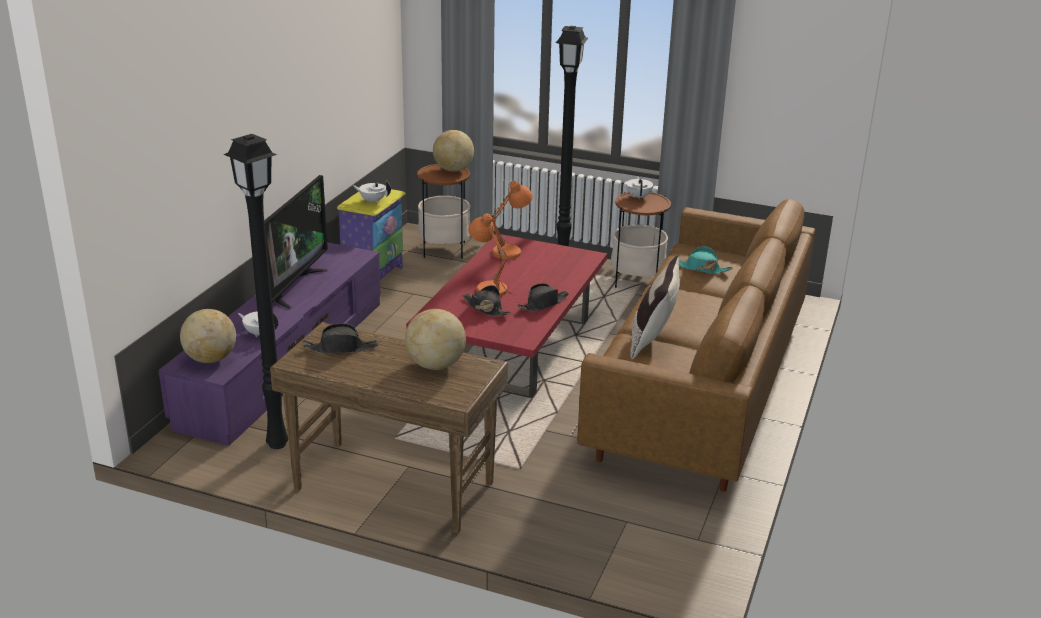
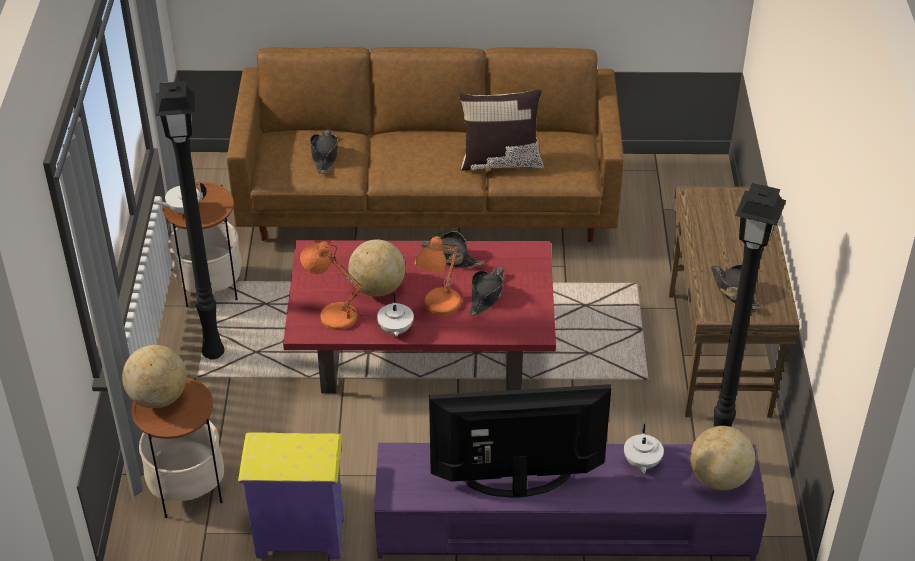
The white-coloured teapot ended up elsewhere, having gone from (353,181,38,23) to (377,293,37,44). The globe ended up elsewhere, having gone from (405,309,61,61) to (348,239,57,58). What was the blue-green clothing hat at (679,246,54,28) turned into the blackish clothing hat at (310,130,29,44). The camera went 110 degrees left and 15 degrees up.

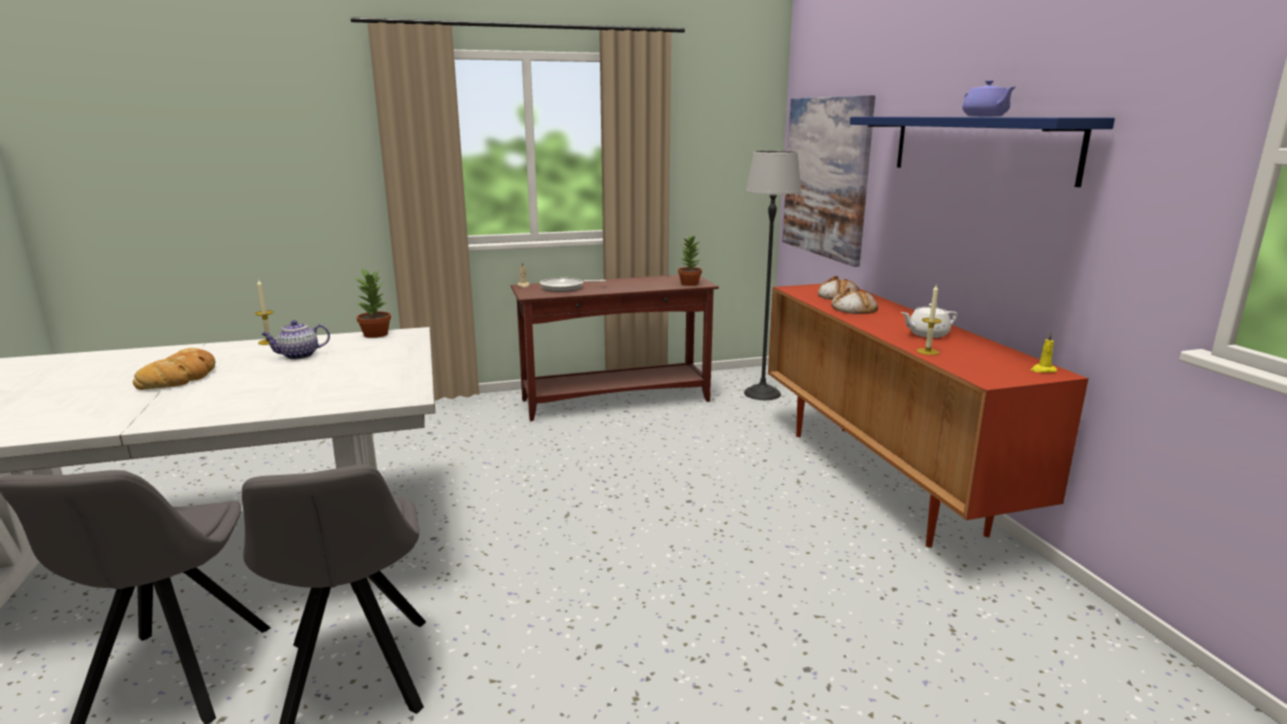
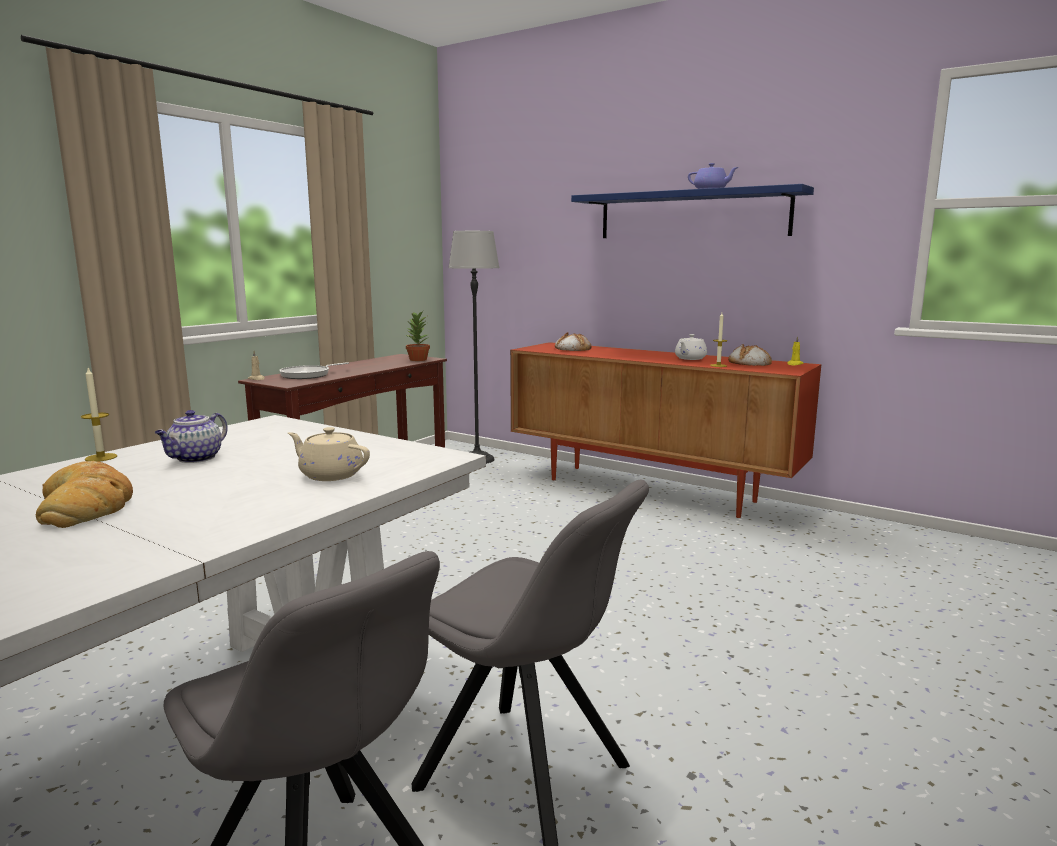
The second view lost the houseplant at (353,268,38,70). The second view lost the wall picture at (782,95,93,172). The bread ended up elsewhere, having gone from (831,287,47,27) to (728,344,44,22). The second view gained the sand-coloured teapot at (288,427,82,54). The camera went 40 degrees left and 5 degrees down.

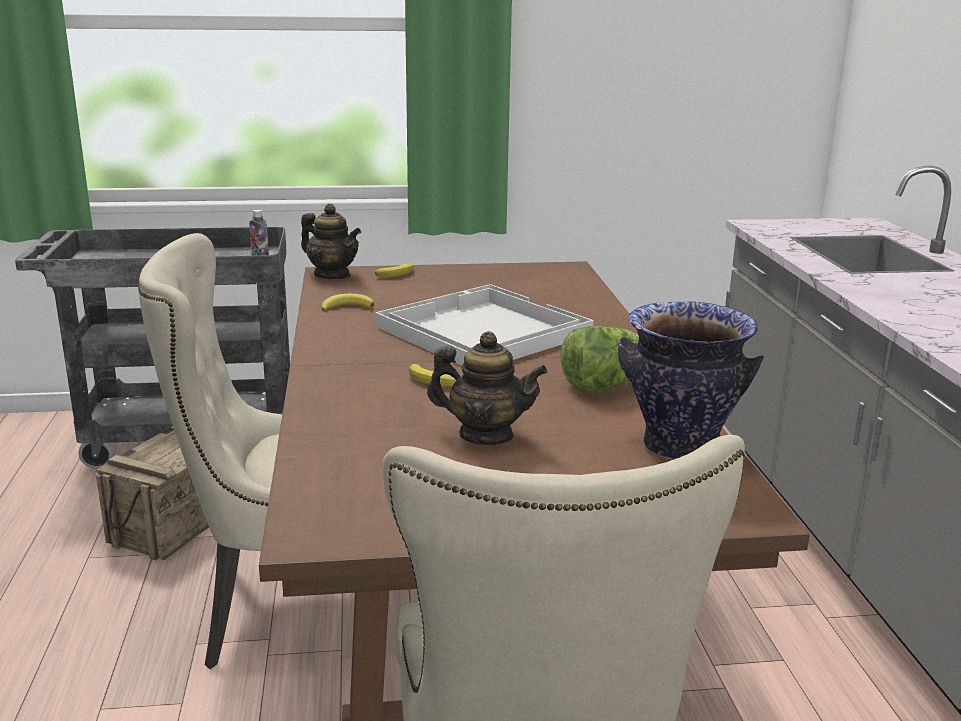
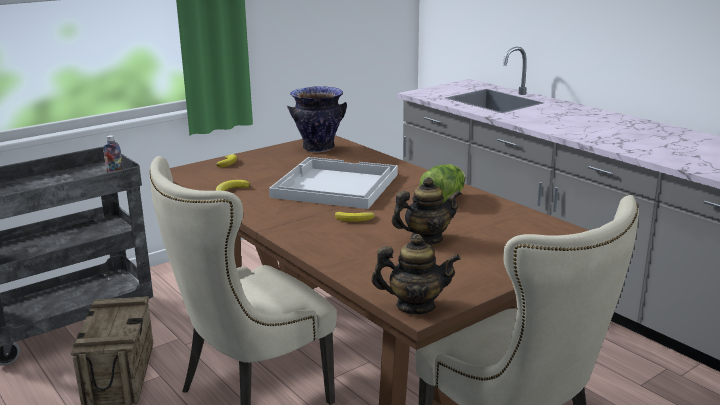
The teapot ended up elsewhere, having gone from (301,204,60,75) to (371,234,90,81). The vase ended up elsewhere, having gone from (618,301,146,159) to (287,86,60,66). The camera went 30 degrees left and 0 degrees up.

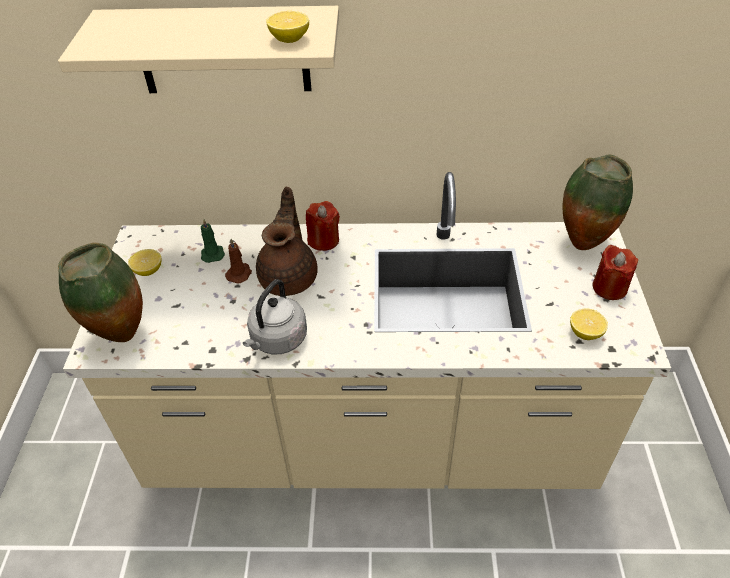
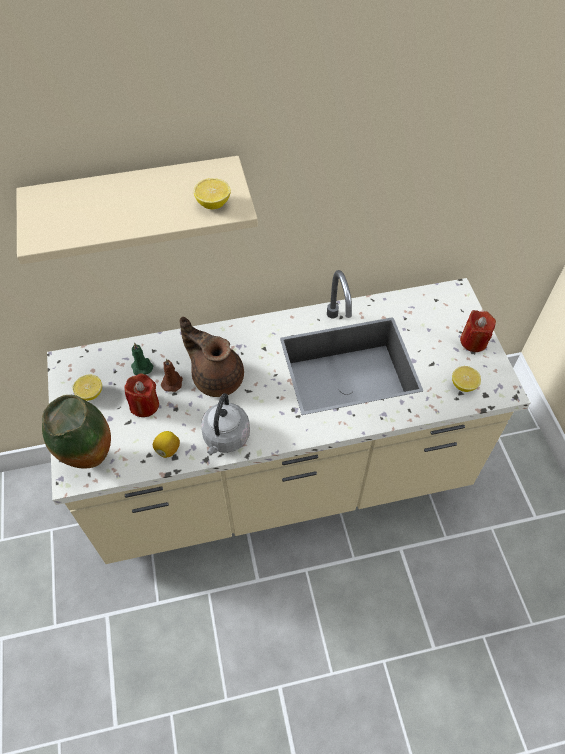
The brownish teapot at (256,187,62,109) ended up facing another way, 45 degrees counterclockwise from before. The red wax light ended up elsewhere, having gone from (306,201,34,50) to (124,373,35,44). The second view lost the vase at (563,154,70,96). The second view gained the whole lemon at (153,431,27,27). The camera went 15 degrees left and 10 degrees up.

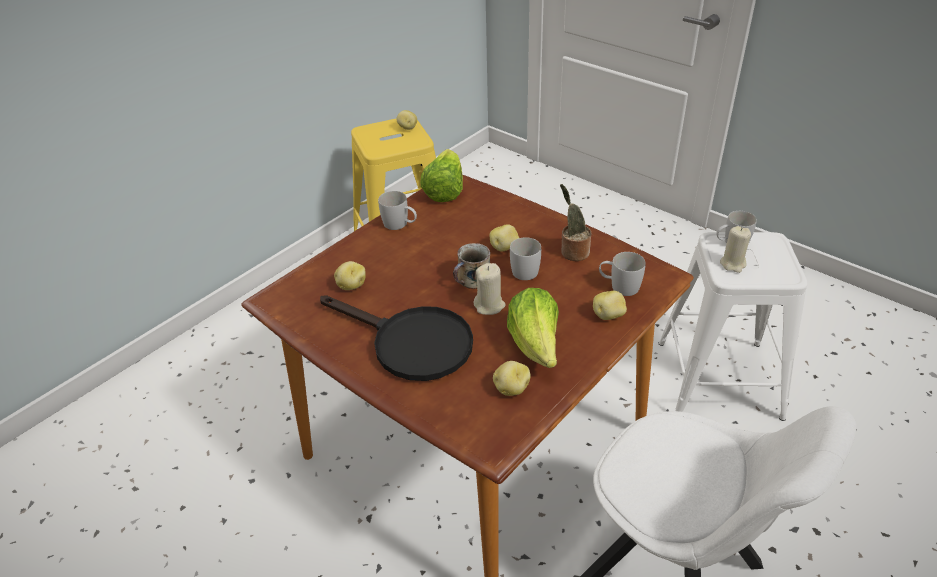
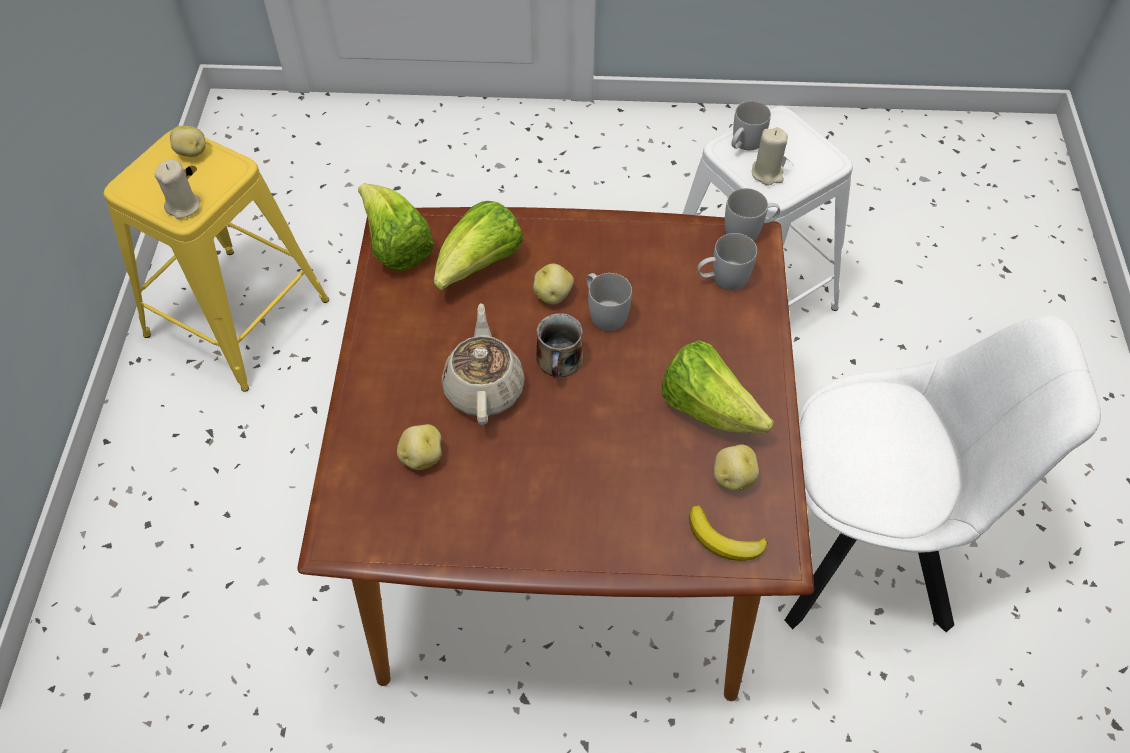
The second view lost the blackish frying pan at (320,295,153,86). The white-coloured coffee mug ended up elsewhere, having gone from (378,191,39,39) to (725,188,55,53). The sand-coloured wax light ended up elsewhere, having gone from (474,263,31,52) to (154,159,47,60). The second view lost the houseplant at (560,184,31,77). The second view lost the potato at (593,291,34,29). The second view gained the lettuce head at (434,201,90,89). The second view gained the sand-coloured teapot at (442,303,83,122). The second view gained the whole banana at (689,505,79,56). The camera went 40 degrees left and 15 degrees up.

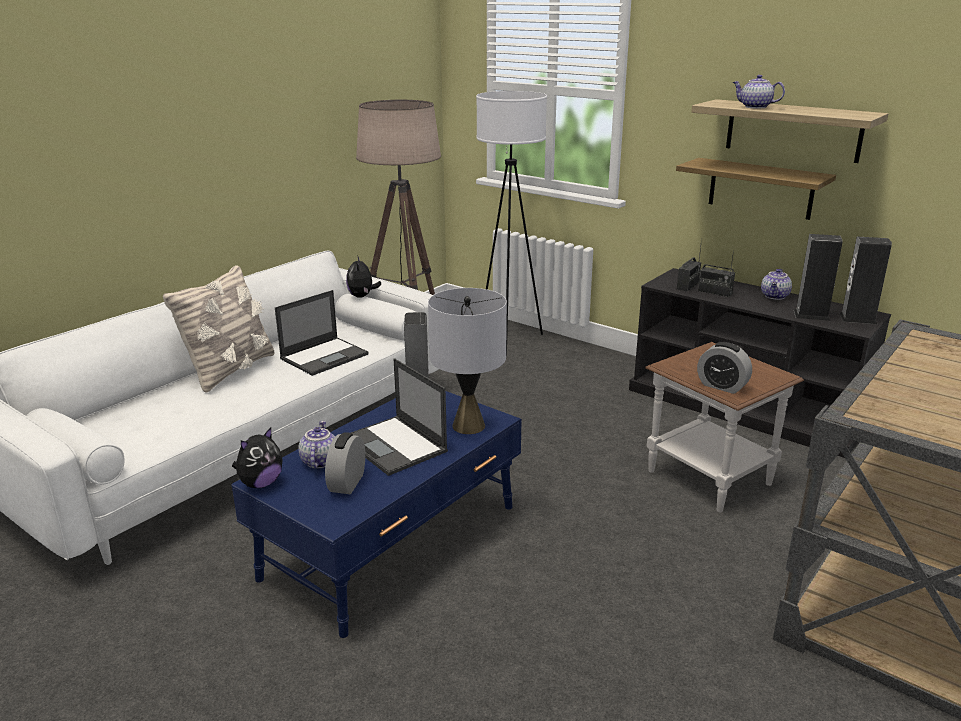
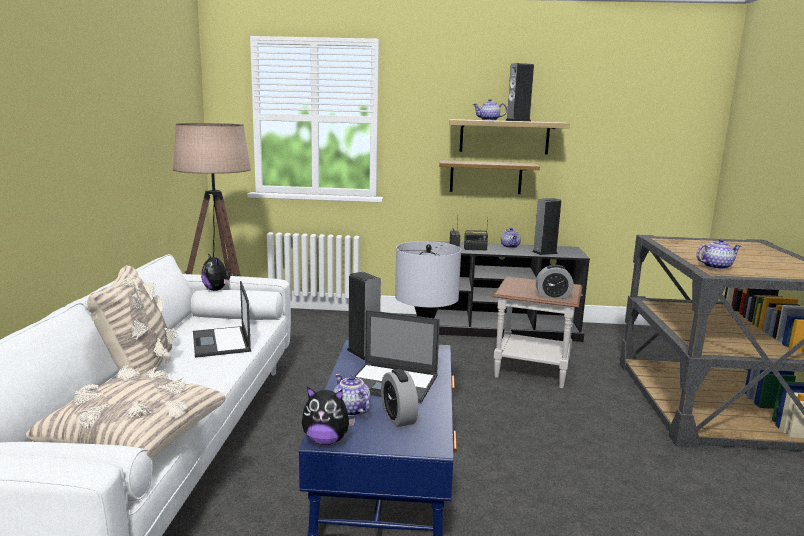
The cuddly toy at (232,428,51,60) ended up facing another way, 90 degrees clockwise from before. The laptop at (275,290,94,86) ended up facing another way, 150 degrees clockwise from before. The second view lost the white-coloured standard lamp at (476,91,71,266). The audio speaker ended up elsewhere, having gone from (839,236,53,88) to (505,63,29,59). The second view gained the sand-coloured pillow at (25,365,201,93). The second view gained the teapot at (696,238,45,32). The camera went 35 degrees left and 10 degrees down.

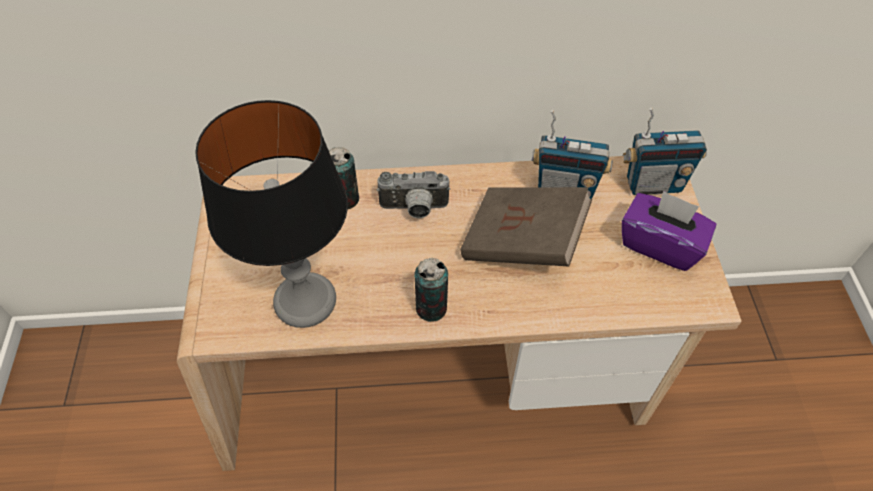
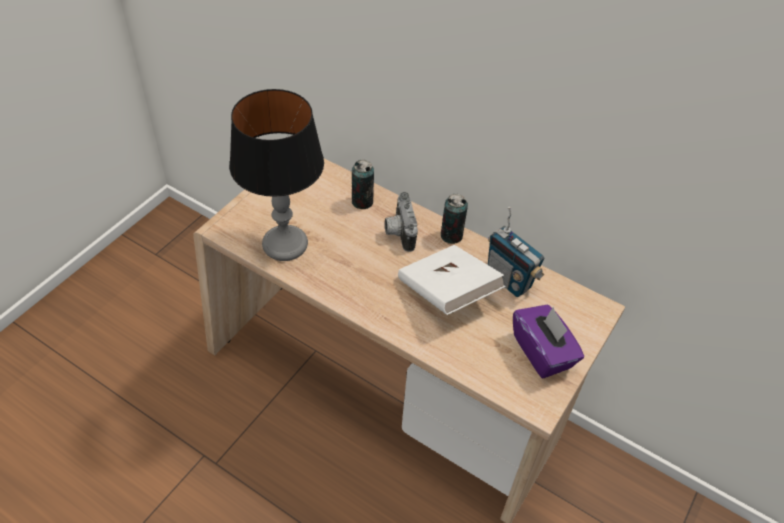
The still camera at (377,171,73,48) ended up facing another way, 45 degrees clockwise from before. The metal can ended up elsewhere, having gone from (414,258,34,64) to (441,194,27,50). What was the brownish volume at (460,187,132,79) turned into the white-coloured volume at (398,245,108,70). The second view lost the radio receiver at (623,107,84,88). The camera went 35 degrees right and 5 degrees down.

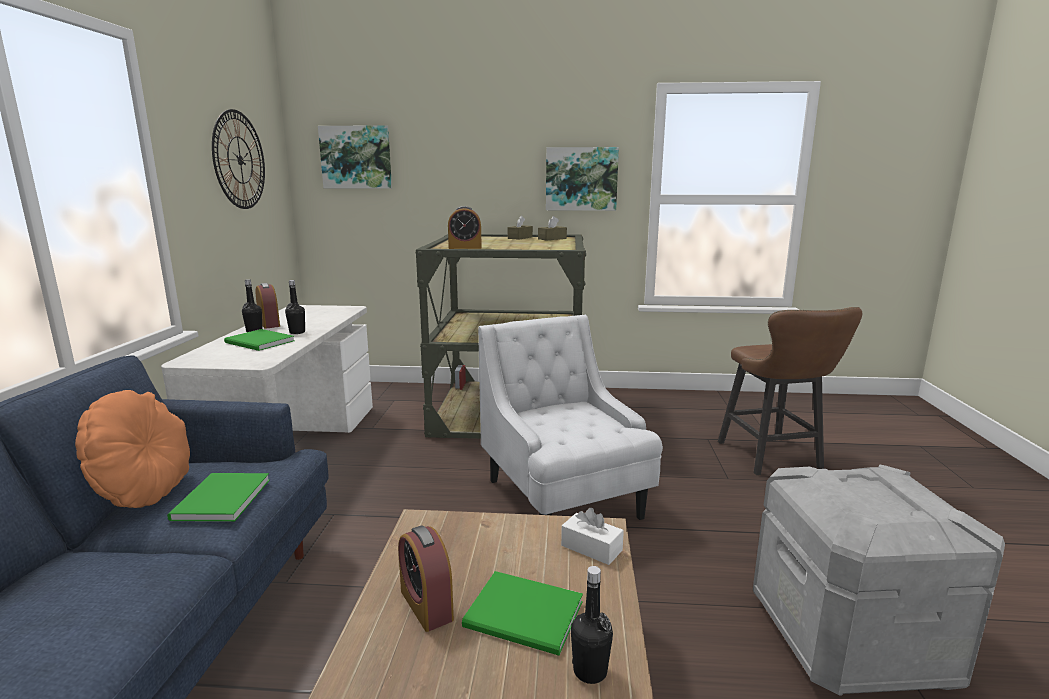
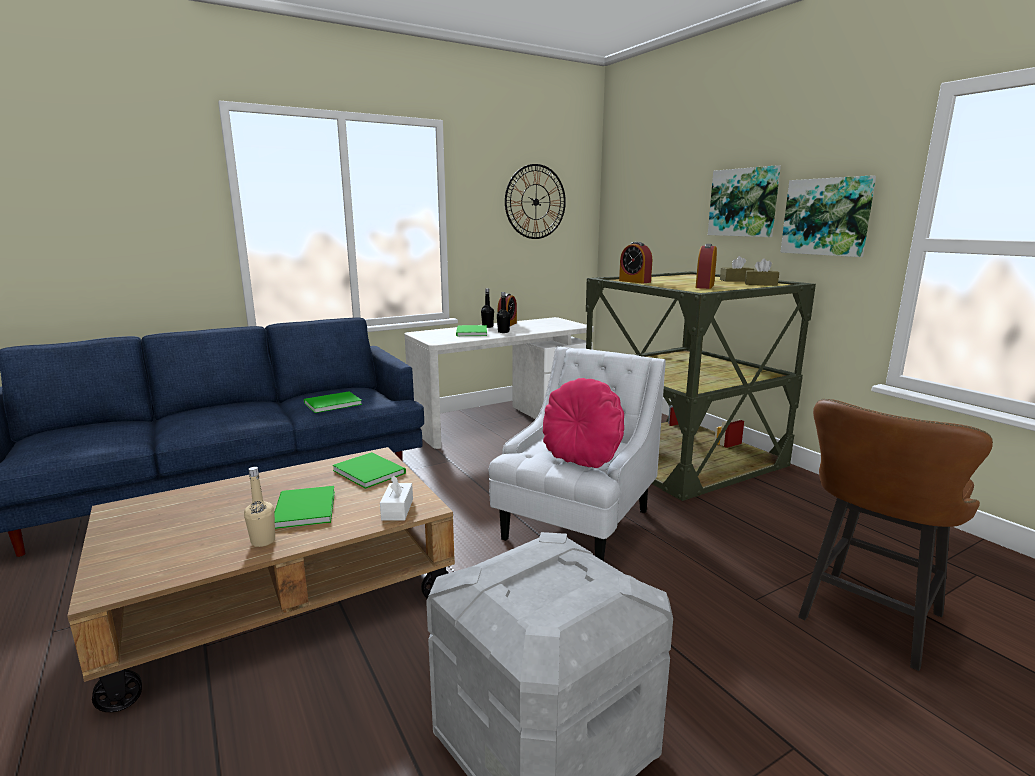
The second view lost the orange pillow at (75,390,115,118). The wall picture ended up elsewhere, having gone from (318,125,74,64) to (708,165,73,72). The alarm clock ended up elsewhere, having gone from (398,525,56,107) to (696,244,21,45). What was the blackish drink bottle at (571,566,42,118) turned into the sand-coloured drink bottle at (244,467,31,80). The second view gained the green-coloured volume at (333,452,73,37). The second view gained the pink-coloured pillow at (543,378,81,90). The camera went 55 degrees right and 0 degrees up.

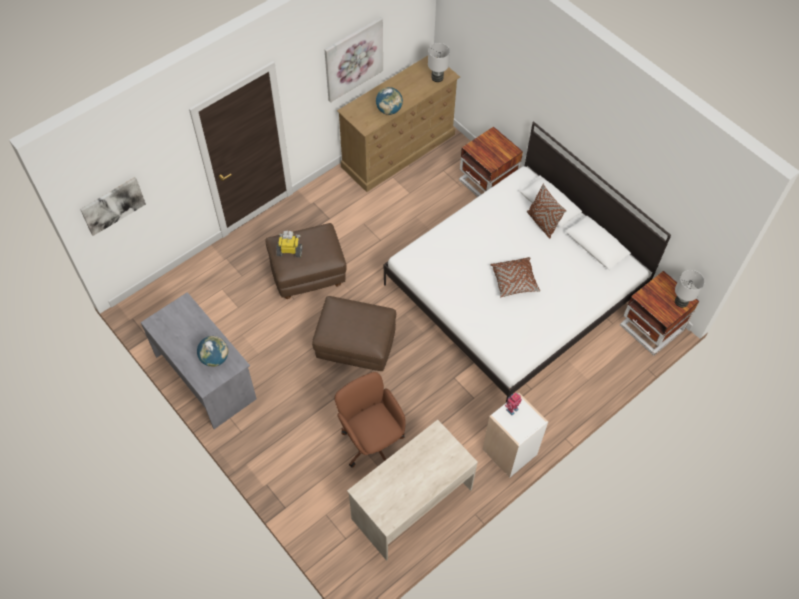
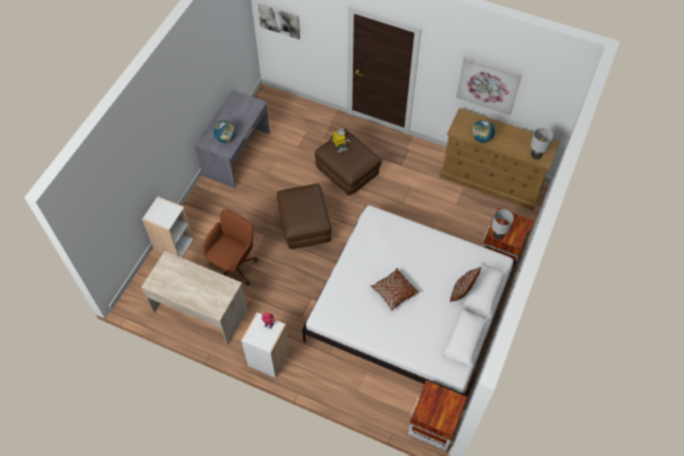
The gray table lamp ended up elsewhere, having gone from (675,270,30,38) to (492,209,22,30). The second view gained the bookcase at (142,197,52,61). The camera went 65 degrees right and 0 degrees up.

